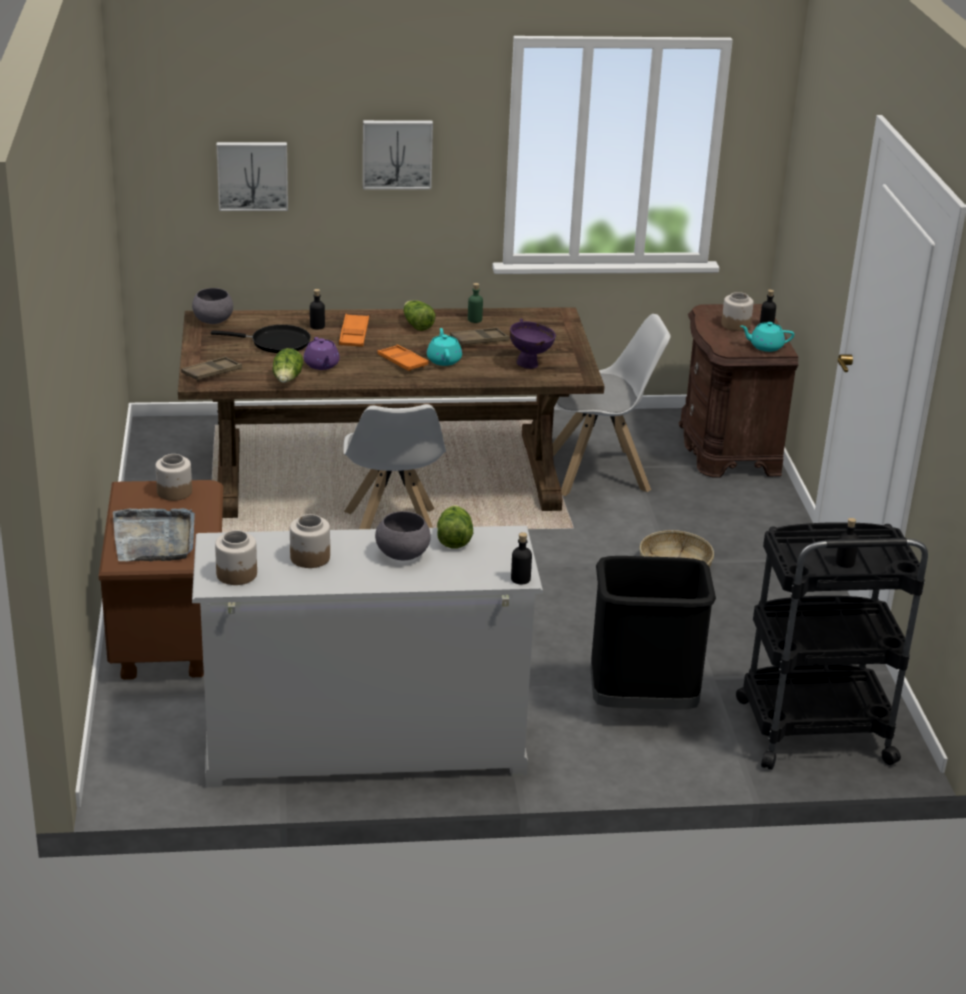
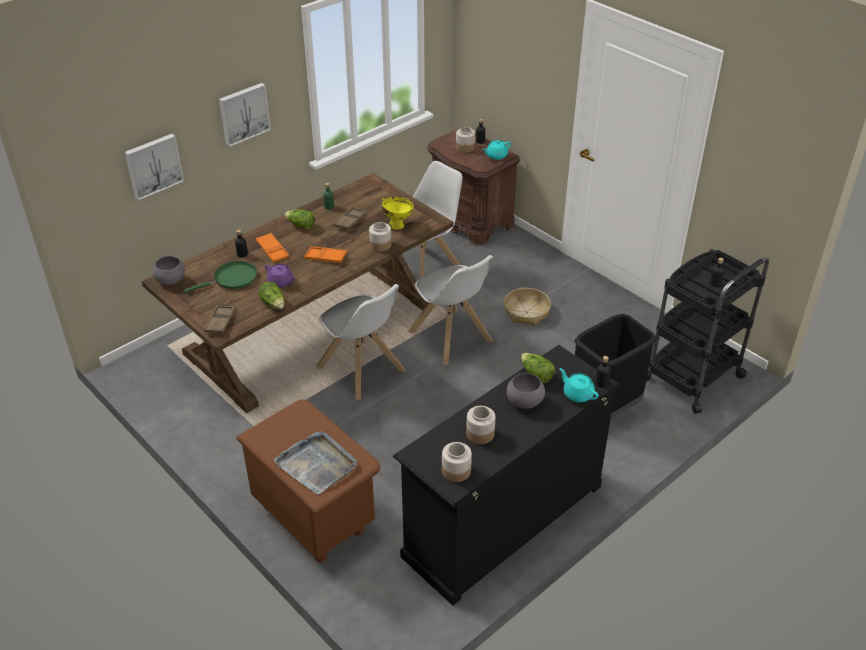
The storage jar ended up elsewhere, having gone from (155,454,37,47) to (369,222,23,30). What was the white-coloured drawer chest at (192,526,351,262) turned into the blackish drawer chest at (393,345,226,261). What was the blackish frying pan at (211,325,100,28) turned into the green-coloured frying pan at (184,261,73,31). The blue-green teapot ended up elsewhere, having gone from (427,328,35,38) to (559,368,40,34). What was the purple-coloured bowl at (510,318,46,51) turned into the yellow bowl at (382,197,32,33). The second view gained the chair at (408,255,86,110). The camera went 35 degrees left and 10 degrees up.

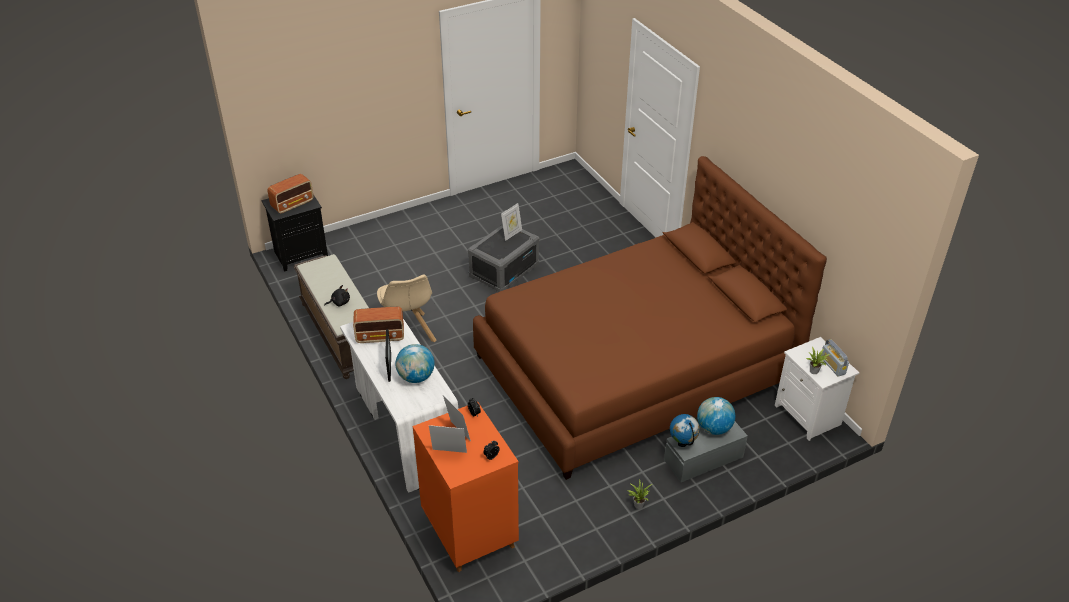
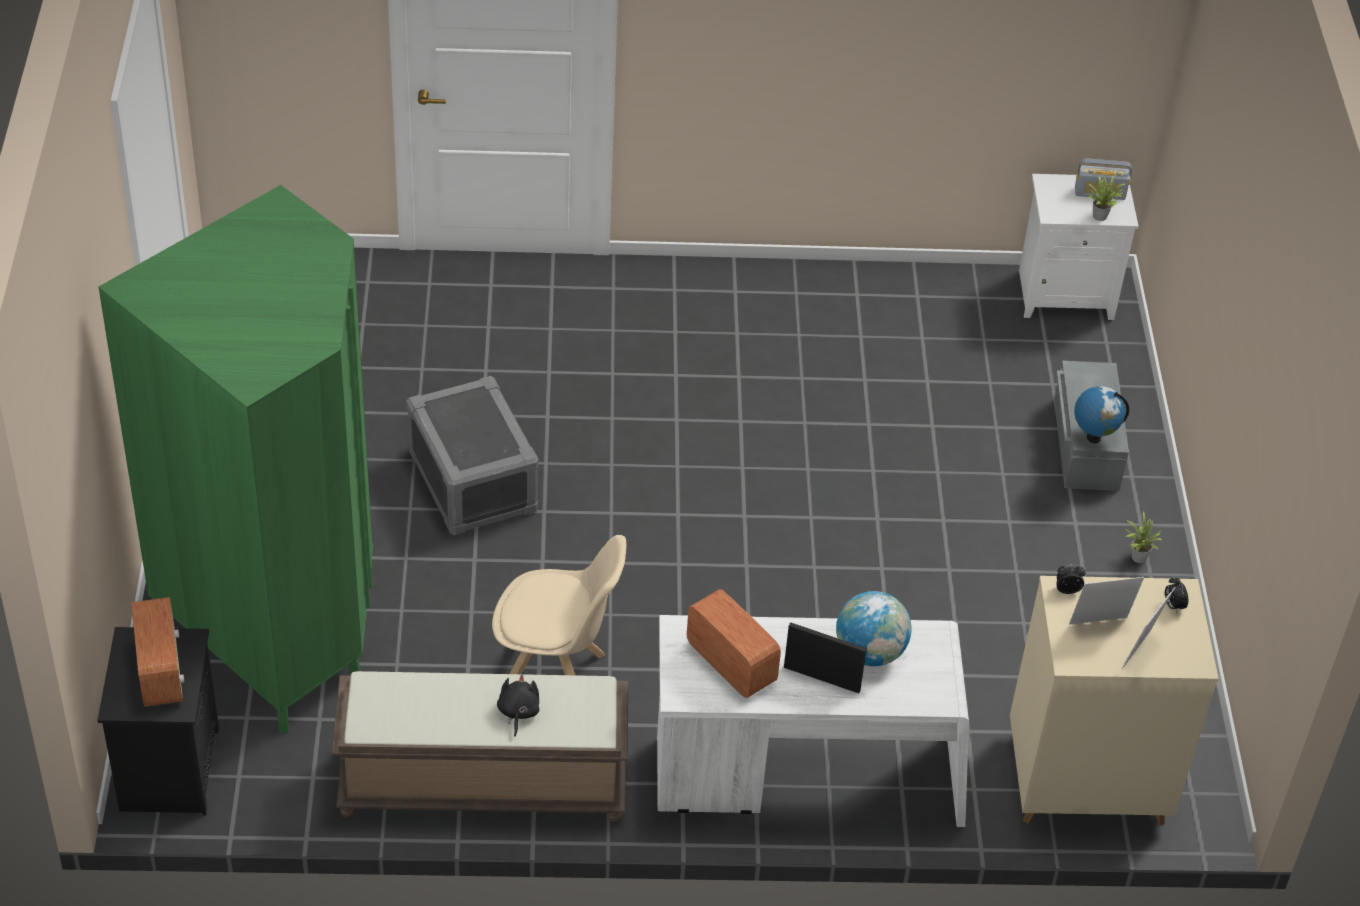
The radio receiver at (353,307,51,36) ended up facing another way, 60 degrees counterclockwise from before. What was the orange drawer chest at (413,402,106,170) turned into the sand-coloured drawer chest at (1010,576,209,250). The second view lost the brownish sleeping bed at (473,156,354,324). The second view lost the photo frame at (501,203,21,38). The second view lost the globe at (697,397,38,38). The second view gained the green-coloured wardrobe at (98,185,275,548). The camera went 65 degrees left and 5 degrees up.

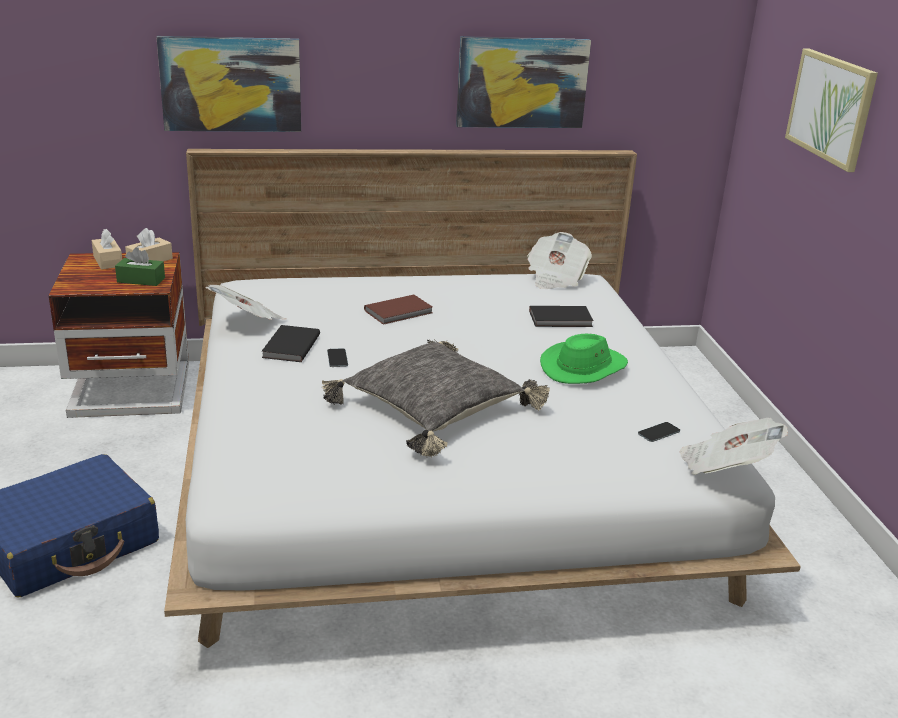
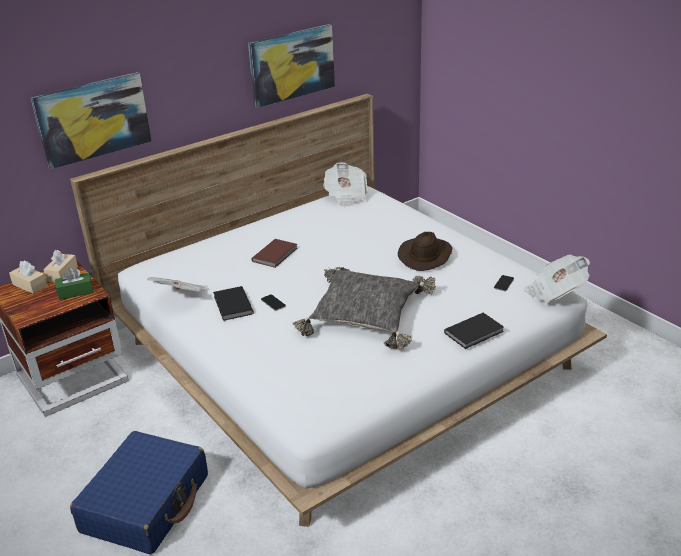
The blackish volume ended up elsewhere, having gone from (529,306,65,21) to (444,313,60,36). What was the green-coloured clothing hat at (540,334,88,50) turned into the brownish clothing hat at (398,232,54,39). The second view lost the wall picture at (785,48,93,124). The camera went 25 degrees left and 5 degrees up.

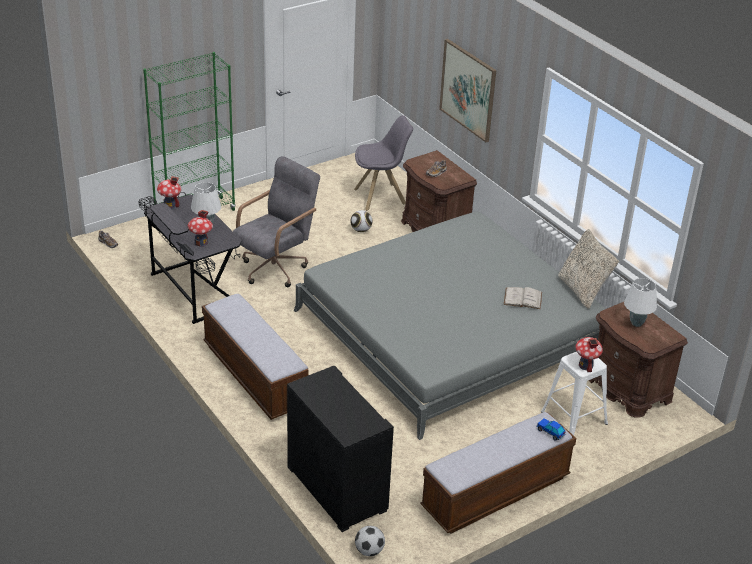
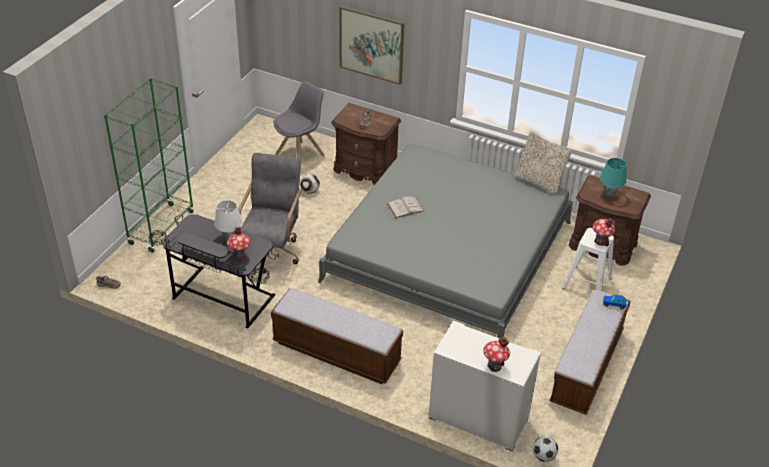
The miniature house ended up elsewhere, having gone from (157,176,24,33) to (483,337,27,35). What was the blackish drawer chest at (287,366,107,166) turned into the white-coloured drawer chest at (429,321,112,130). The white-coloured volume ended up elsewhere, having gone from (504,287,38,22) to (387,197,38,21). What was the white-coloured table lamp at (624,278,33,49) turned into the blue-green table lamp at (600,158,26,39). The camera went 30 degrees left and 5 degrees up.

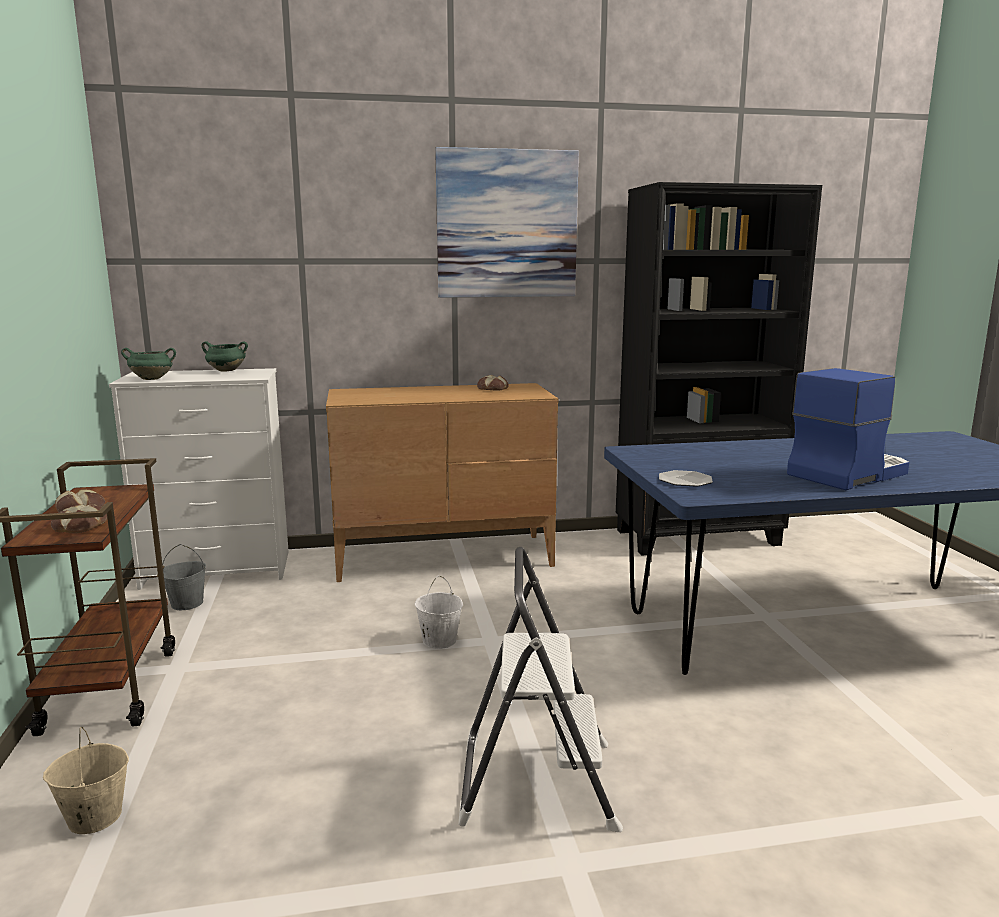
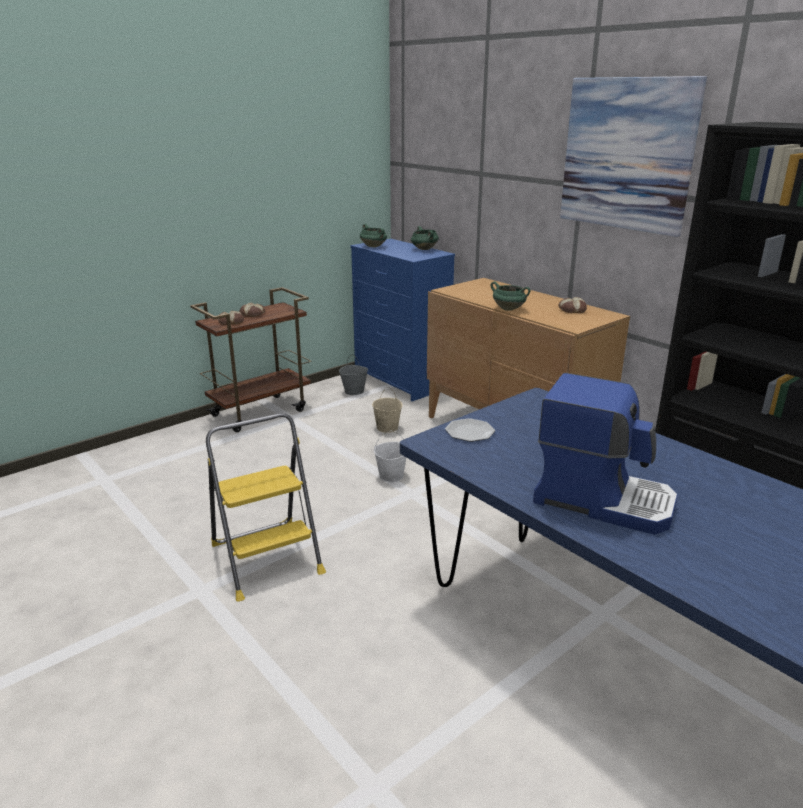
The sand-coloured bucket ended up elsewhere, having gone from (43,727,86,107) to (372,387,31,46). What was the white-coloured drawer chest at (109,368,180,222) turned into the bluish drawer chest at (350,239,105,162). What was the white-coloured step ladder at (459,547,164,285) turned into the yellow step ladder at (206,413,120,189). The second view gained the green-coloured cooking pot at (491,282,39,29). The camera went 60 degrees right and 10 degrees up.

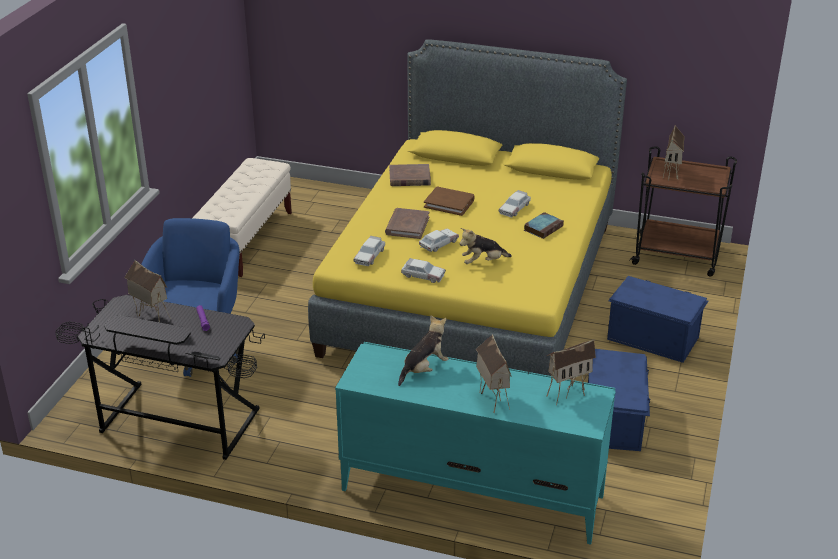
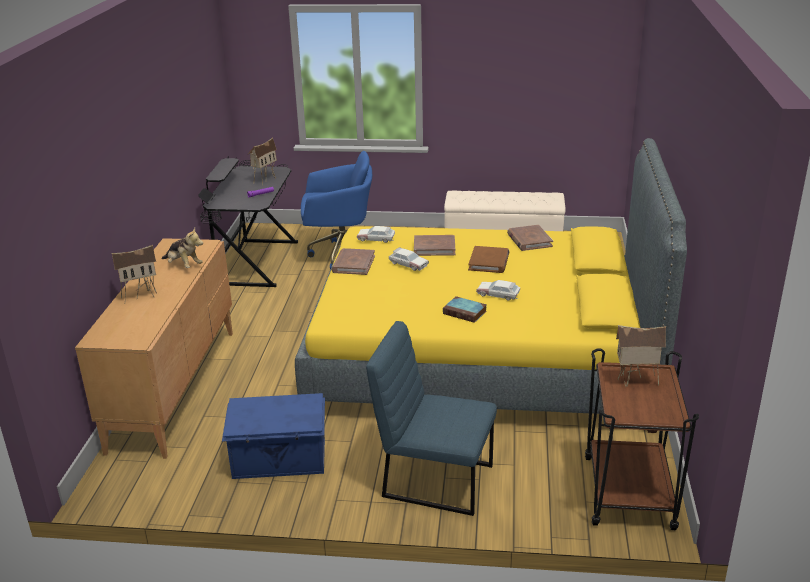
What was the blue-green drawer chest at (335,342,281,203) turned into the brownish drawer chest at (75,238,158,221). Where the miniature car stood at (401,258,45,25), the brownish volume came to stand at (332,248,43,27). The second view lost the cuddly toy at (460,228,52,36). The second view lost the miniature house at (546,339,50,67). Where the bluish storage bin stood at (607,276,102,87), the bluish chair came to stand at (366,321,131,195). The camera went 80 degrees right and 5 degrees down.

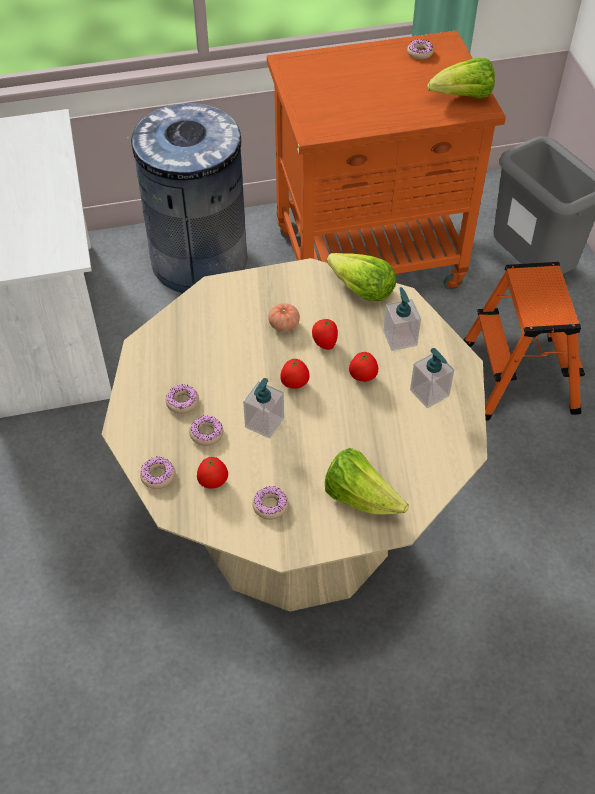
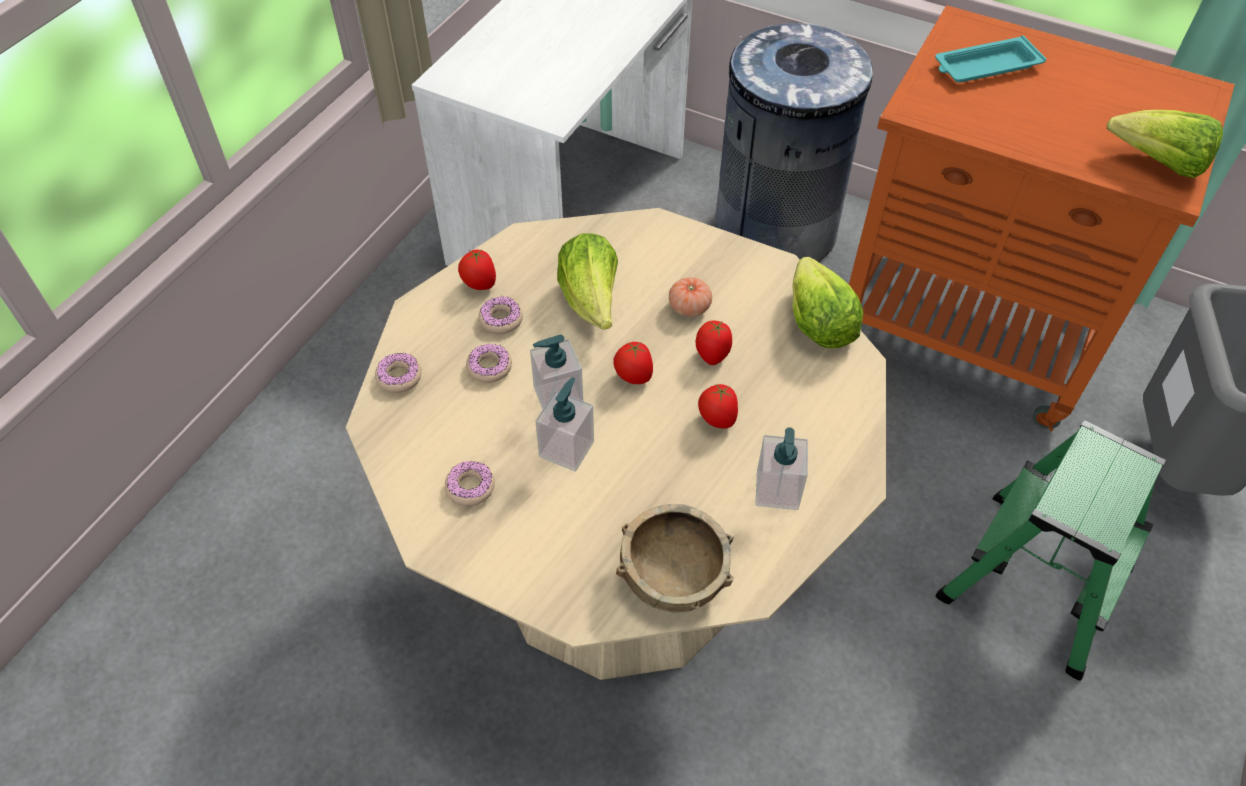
The fresh tomato ended up elsewhere, having gone from (197,456,31,33) to (458,250,38,40). The lettuce head ended up elsewhere, having gone from (325,448,84,67) to (557,234,61,96). The soap dispenser ended up elsewhere, having gone from (383,287,38,64) to (535,377,59,95). The second view lost the doughnut at (407,39,27,20). What was the orange step ladder at (463,262,122,159) turned into the green-coloured step ladder at (936,420,230,261). The second view gained the brownish bowl at (616,504,118,109). The second view gained the blue-green tray at (935,35,111,48). The camera went 40 degrees right and 0 degrees up.

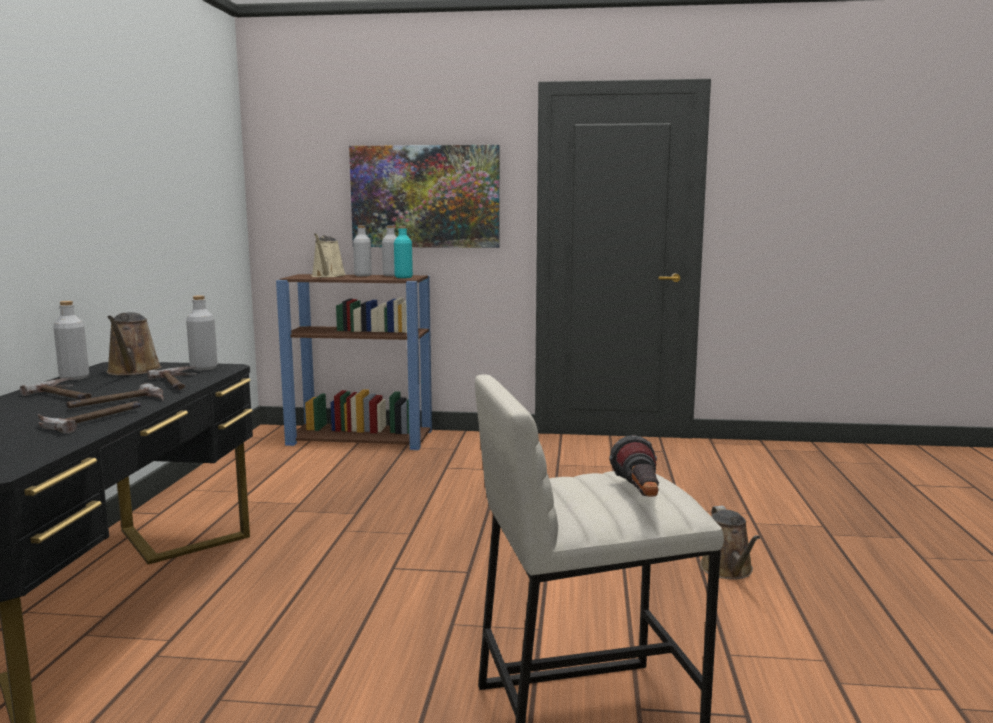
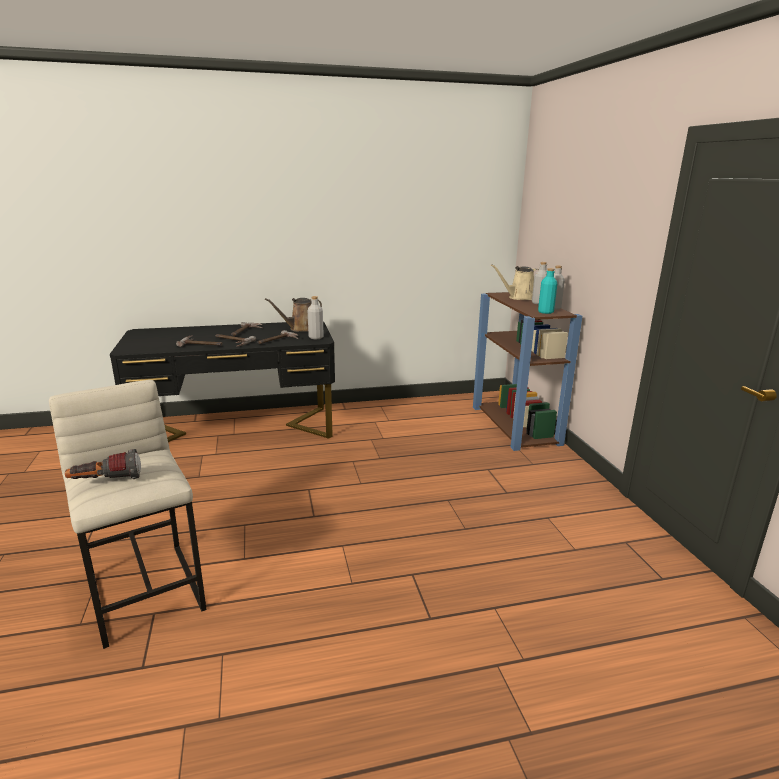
The second view lost the gray drink bottle at (53,301,36,79). The second view lost the wall picture at (349,145,151,103). The second view lost the brownish sprinkling can at (700,506,60,73). The camera went 70 degrees right and 10 degrees up.

